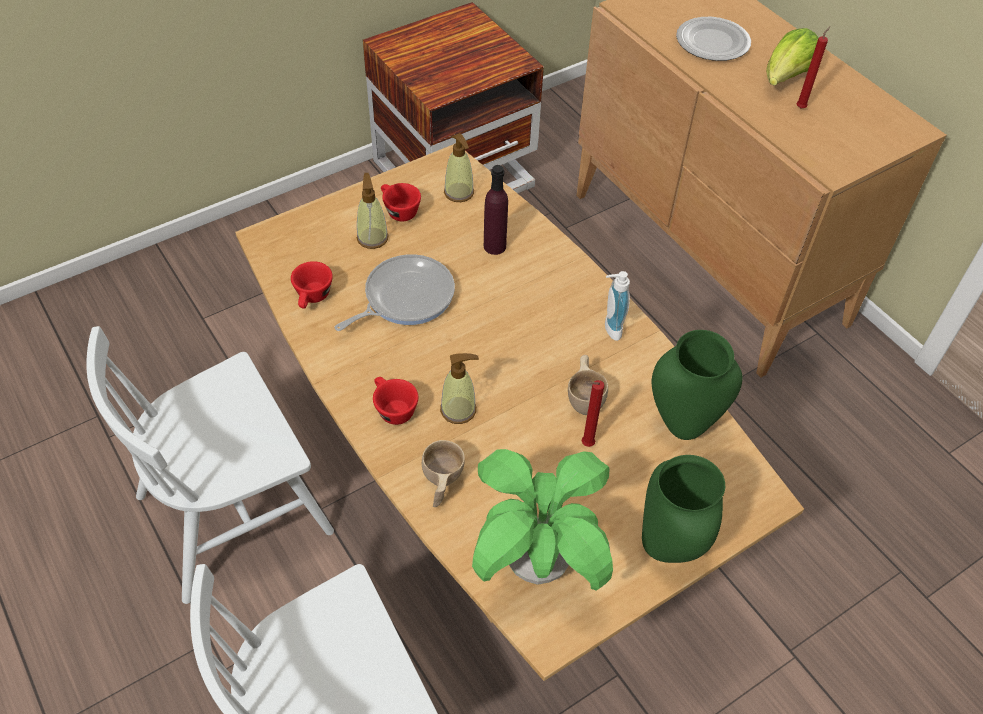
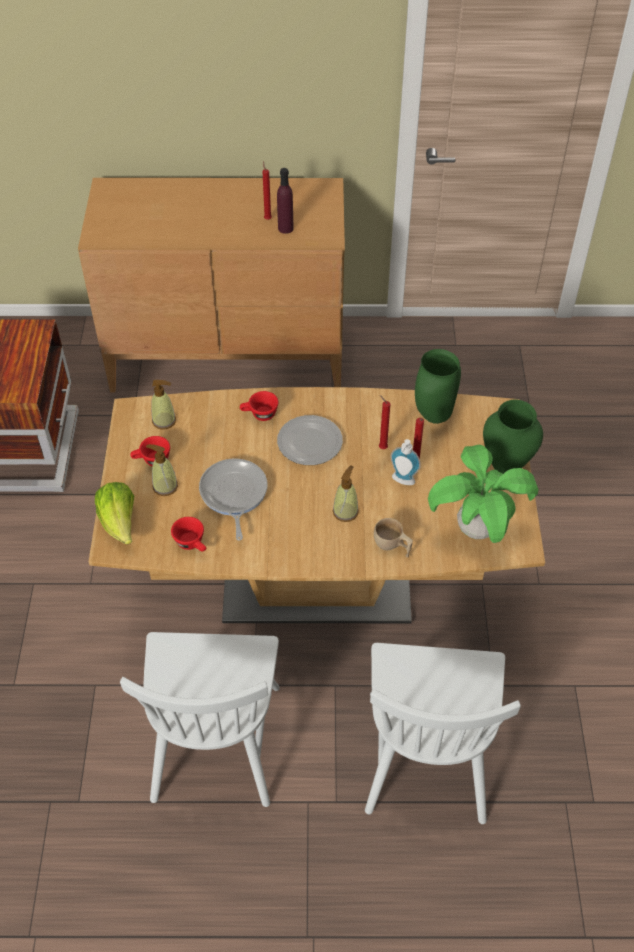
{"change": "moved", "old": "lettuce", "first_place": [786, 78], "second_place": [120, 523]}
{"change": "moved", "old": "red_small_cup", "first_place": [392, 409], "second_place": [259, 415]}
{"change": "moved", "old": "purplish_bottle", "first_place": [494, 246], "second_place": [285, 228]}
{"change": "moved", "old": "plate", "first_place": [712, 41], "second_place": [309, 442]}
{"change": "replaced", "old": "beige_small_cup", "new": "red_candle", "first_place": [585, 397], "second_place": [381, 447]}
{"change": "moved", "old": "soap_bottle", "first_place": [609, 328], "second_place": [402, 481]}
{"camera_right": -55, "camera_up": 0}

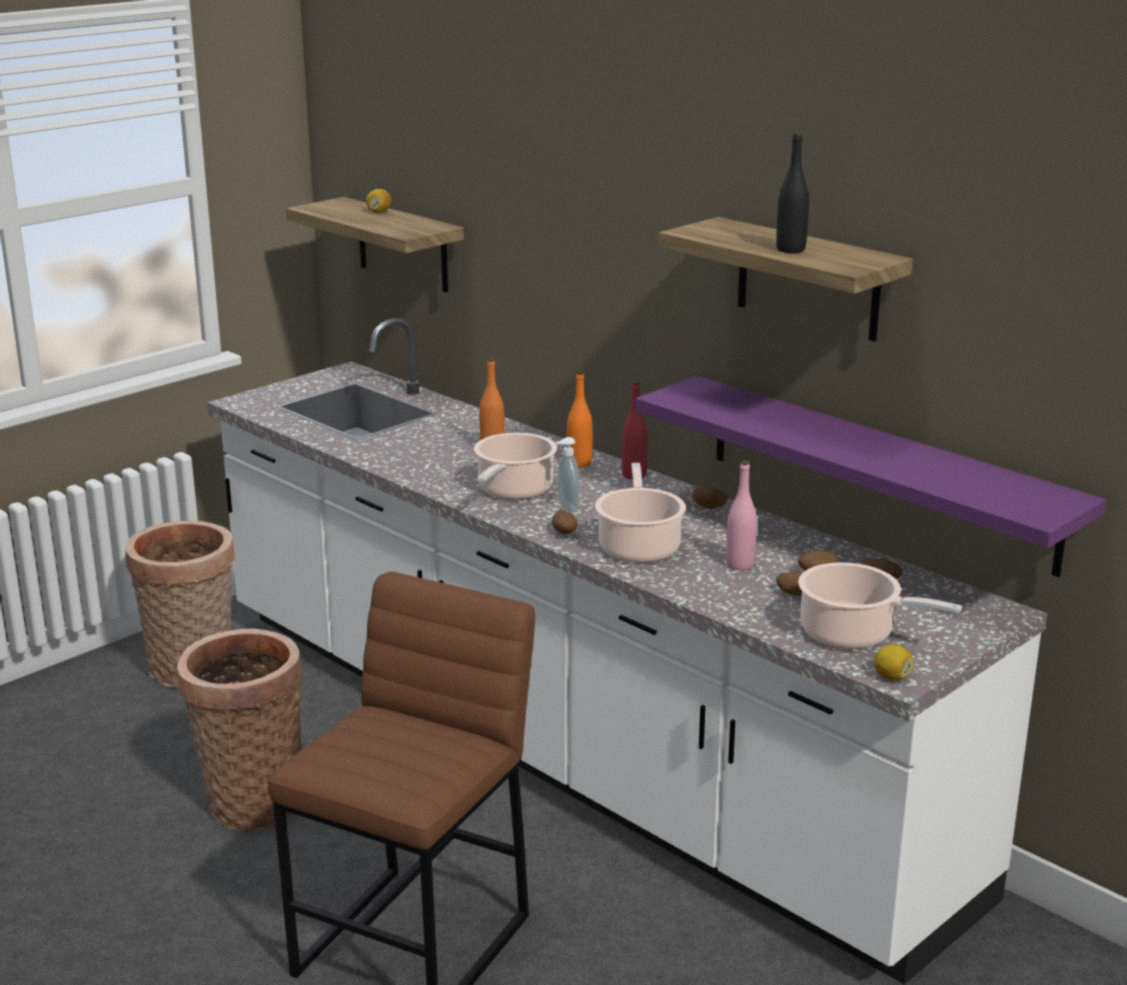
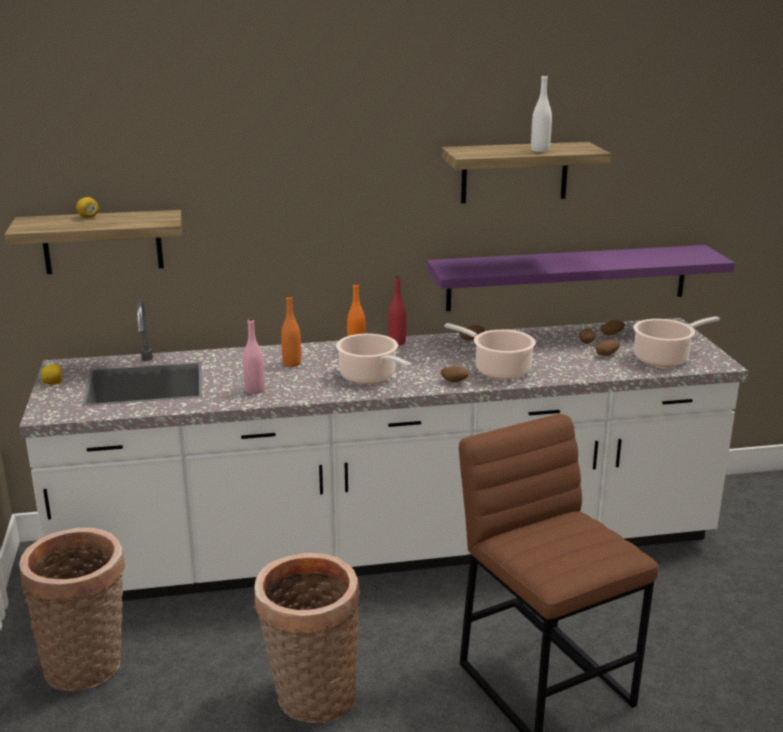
{"change": "moved", "old": "lemon", "first_place": [892, 677], "second_place": [53, 383]}
{"change": "moved", "old": "pink-coloured_bottle", "first_place": [739, 565], "second_place": [255, 390]}
{"change": "recoloured", "old": "blackish_bottle", "new": "white_bottle", "first_place": [790, 249], "second_place": [540, 150]}
{"change": "removed", "old": "soap_bottle", "first_place": [566, 508]}
{"camera_right": -55, "camera_up": 0}

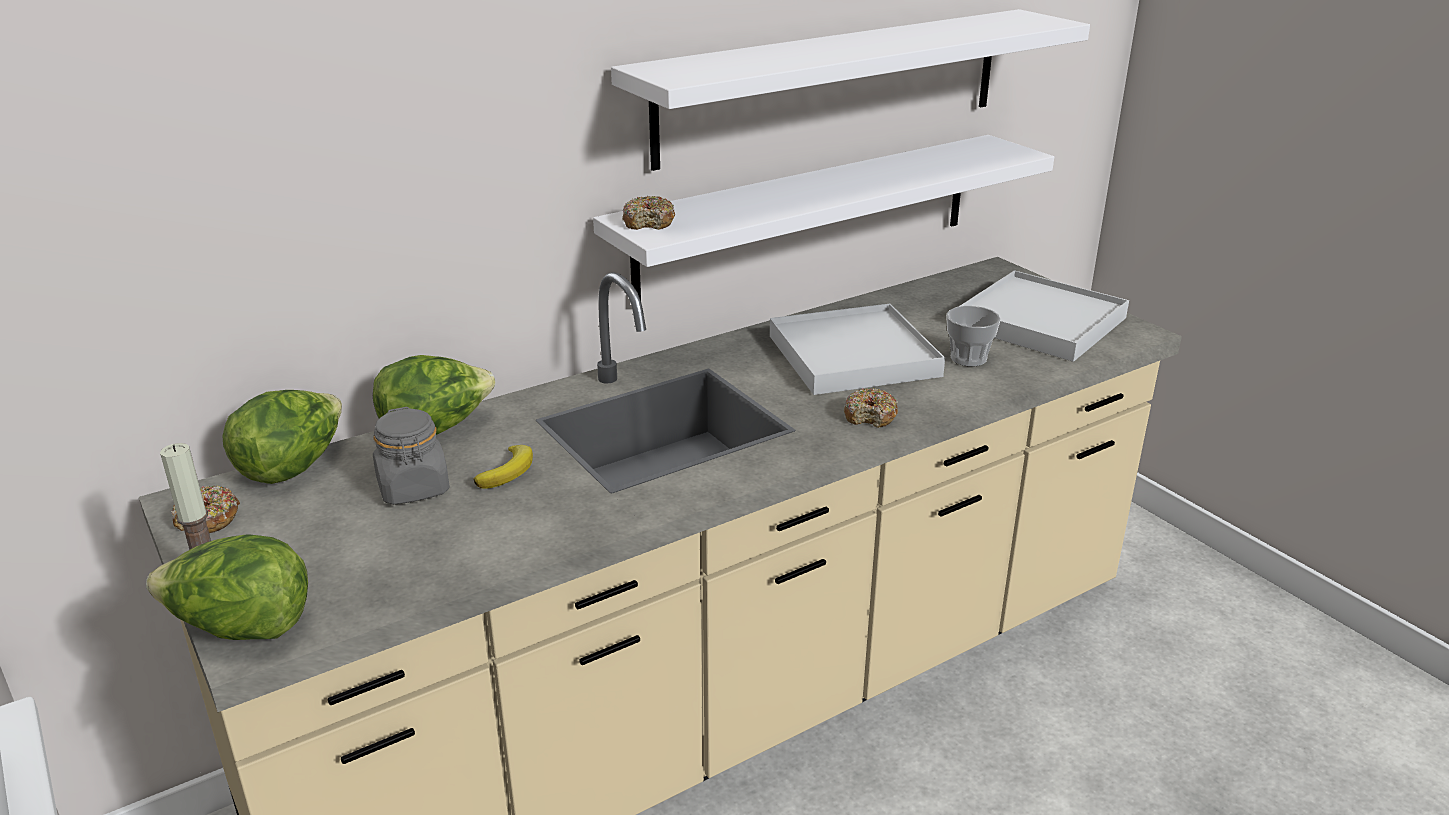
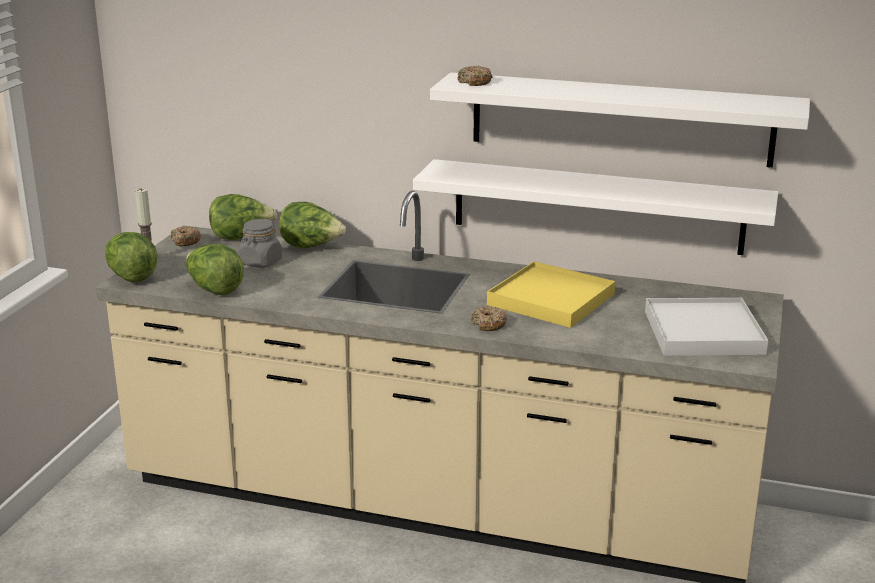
{"change": "added", "new": "lettuce", "second_place": [214, 289]}
{"change": "moved", "old": "ring_doughnut", "first_place": [649, 222], "second_place": [475, 82]}
{"change": "recoloured", "old": "white_serving_tray", "new": "yellow_serving_tray", "first_place": [853, 356], "second_place": [550, 299]}
{"change": "removed", "old": "banana_fruit", "first_place": [508, 471]}
{"change": "removed", "old": "small_cup", "first_place": [968, 358]}
{"camera_right": 50, "camera_up": -5}

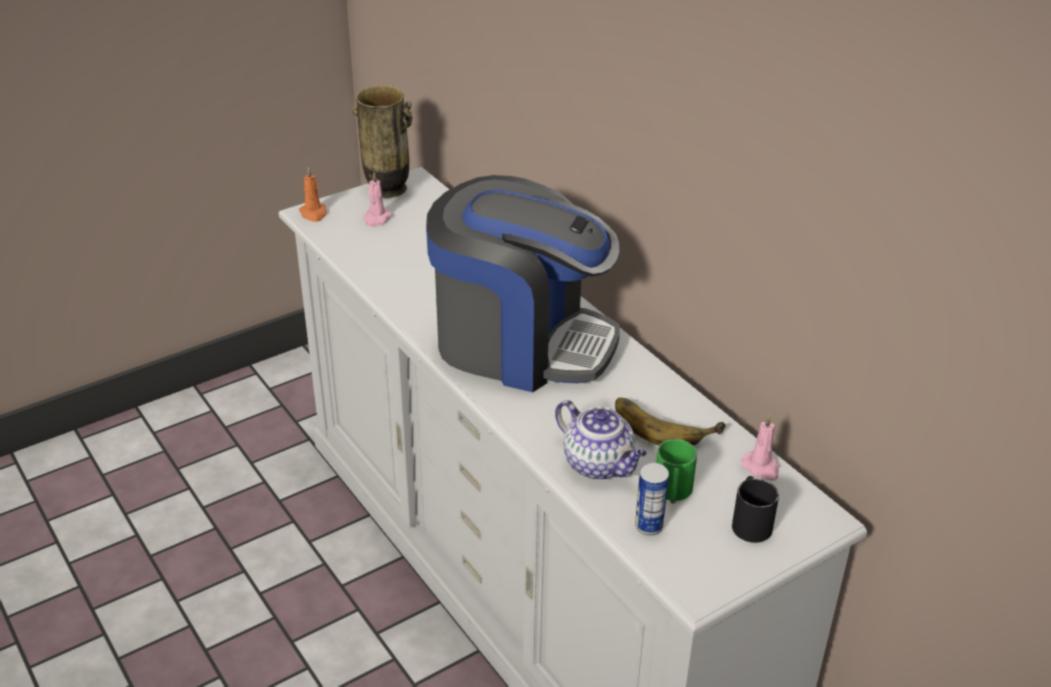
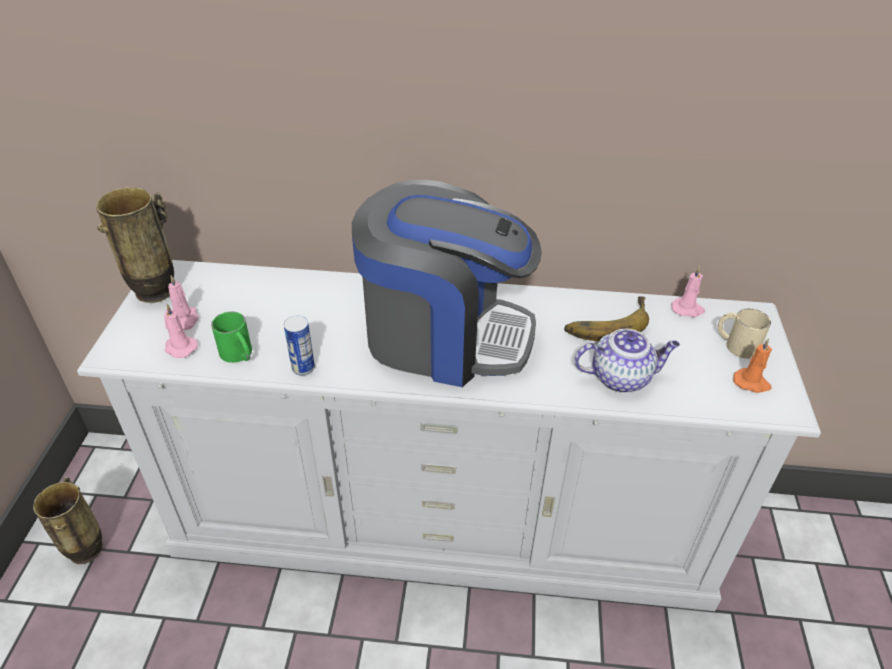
{"change": "added", "new": "decorative_vase", "second_place": [87, 550]}
{"change": "added", "new": "pink-coloured_candle", "second_place": [180, 347]}
{"change": "moved", "old": "green-coloured_coffee_mug", "first_place": [673, 493], "second_place": [239, 355]}
{"change": "moved", "old": "metal_can", "first_place": [648, 526], "second_place": [303, 368]}
{"change": "turned", "old": "coffee_maker", "first_place": [521, 343], "second_place": [444, 336], "degrees": 45}
{"change": "recoloured", "old": "blackish_coffee_mug", "new": "beige_coffee_mug", "first_place": [750, 521], "second_place": [735, 344]}
{"change": "moved", "old": "orange_candle", "first_place": [313, 213], "second_place": [751, 383]}
{"camera_right": -50, "camera_up": 5}

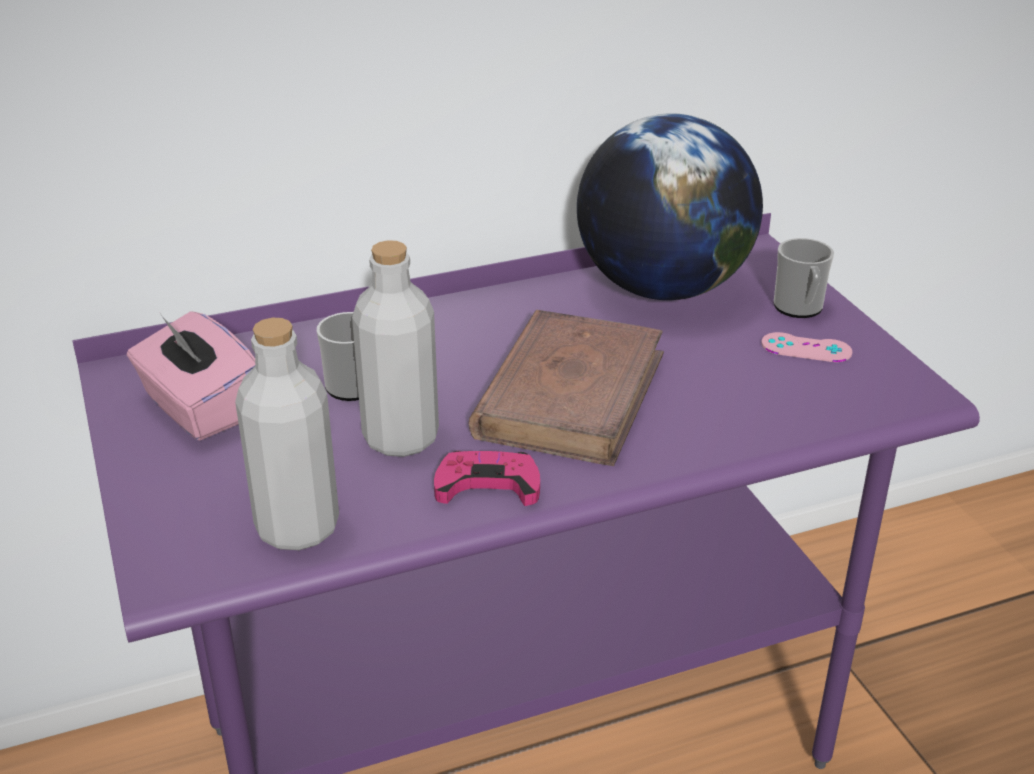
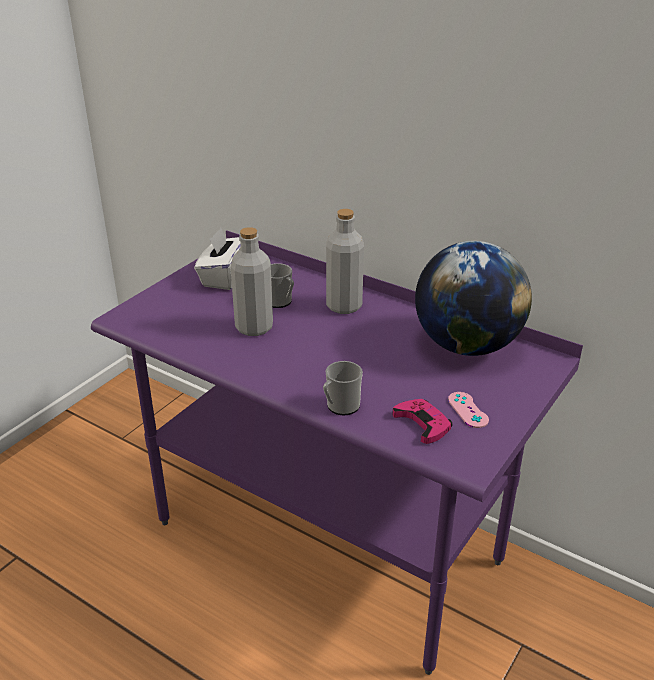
{"change": "recoloured", "old": "pink-coloured_tissue_holder", "new": "white_tissue_holder", "first_place": [199, 408], "second_place": [224, 277]}
{"change": "moved", "old": "coffee_mug", "first_place": [799, 309], "second_place": [340, 407]}
{"change": "moved", "old": "grey_bottle", "first_place": [297, 527], "second_place": [344, 306]}
{"change": "moved", "old": "pink-coloured_game_controller", "first_place": [488, 485], "second_place": [423, 424]}
{"change": "removed", "old": "brown_book", "first_place": [570, 395]}
{"camera_right": 55, "camera_up": 0}

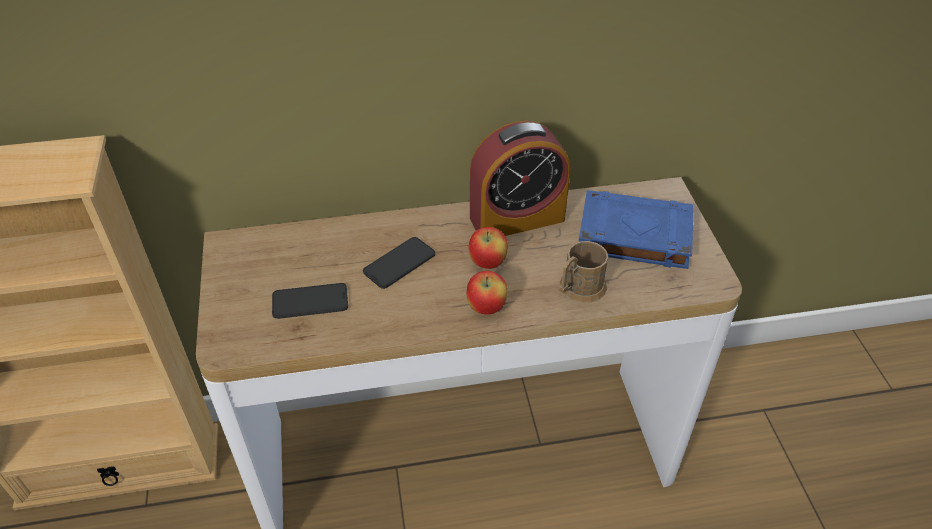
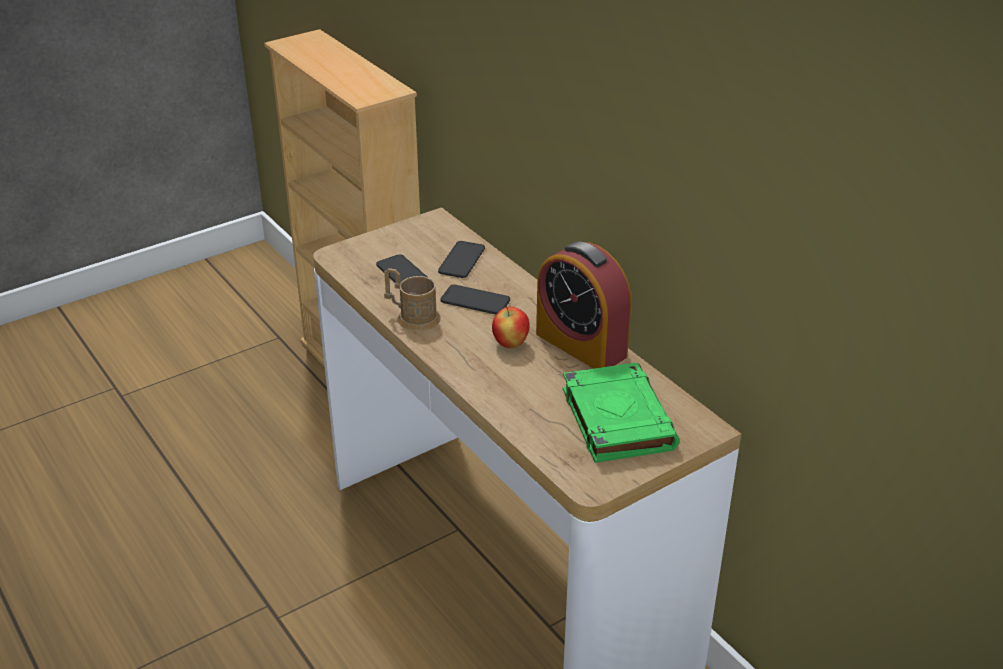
{"change": "moved", "old": "brown_coffee_mug", "first_place": [578, 289], "second_place": [412, 317]}
{"change": "added", "new": "phone", "second_place": [461, 260]}
{"change": "recoloured", "old": "blue_book", "new": "green-coloured_book", "first_place": [632, 235], "second_place": [616, 418]}
{"change": "removed", "old": "whole_apple", "first_place": [486, 307]}
{"camera_right": 65, "camera_up": -10}

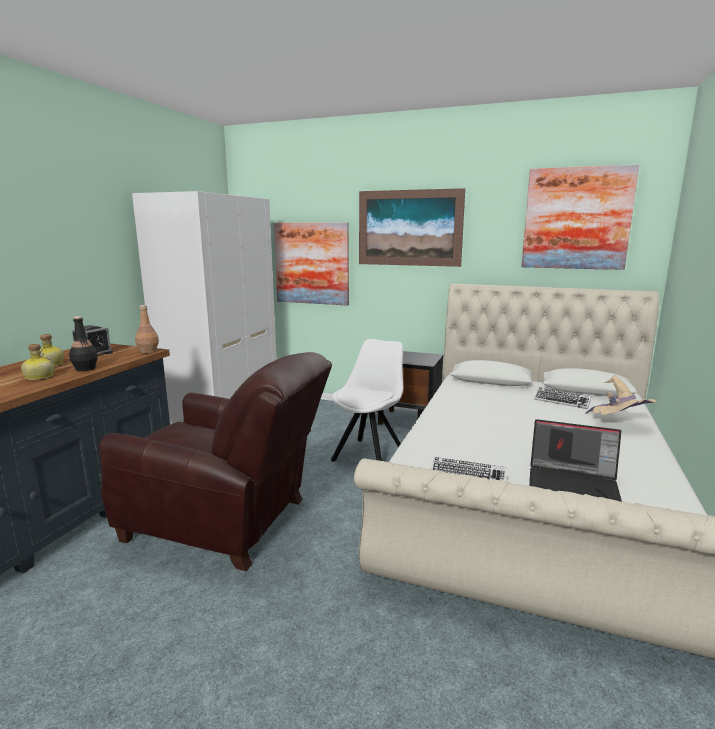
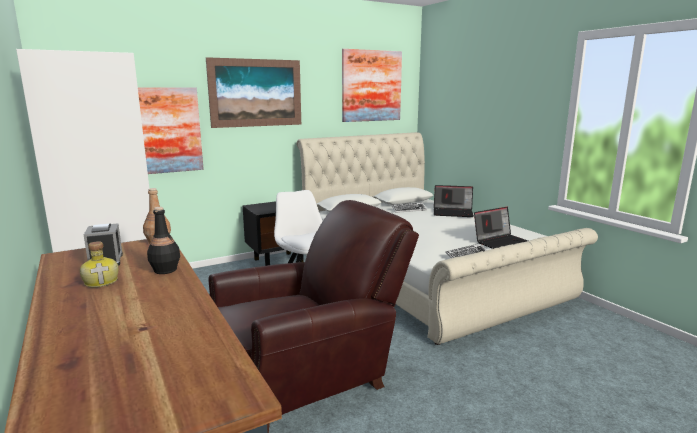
{"change": "replaced", "old": "beige_hat", "new": "notebook_computer", "first_place": [618, 423], "second_place": [453, 212]}
{"change": "removed", "old": "bottle", "first_place": [39, 377]}
{"camera_right": -50, "camera_up": 0}

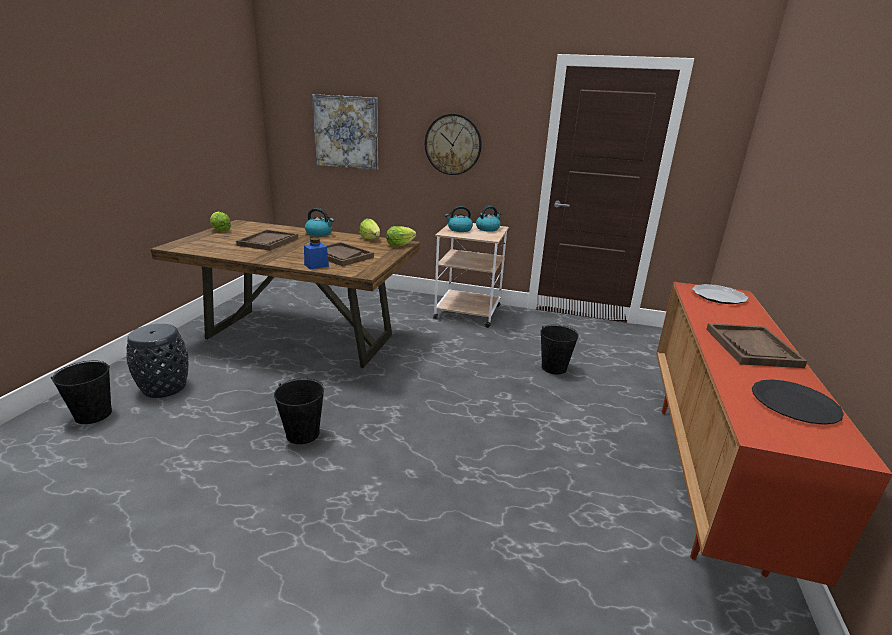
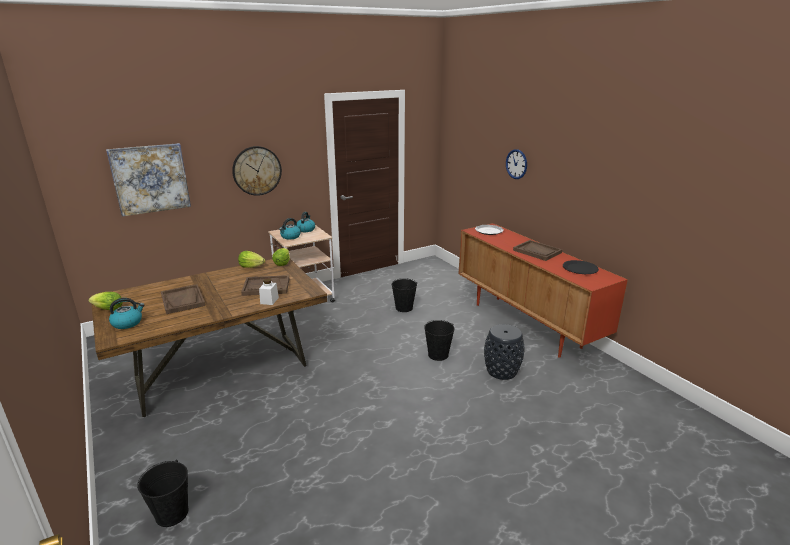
{"change": "moved", "old": "tea_kettle", "first_place": [319, 233], "second_place": [128, 323]}
{"change": "recoloured", "old": "blue_jar", "new": "white_jar", "first_place": [316, 265], "second_place": [269, 300]}
{"change": "moved", "old": "blackish_bucket", "first_place": [302, 434], "second_place": [438, 355]}
{"change": "moved", "old": "blackish_stool_seat", "first_place": [164, 387], "second_place": [501, 371]}
{"change": "added", "new": "clock_on_the_wall", "second_place": [516, 164]}
{"camera_right": -45, "camera_up": 0}

